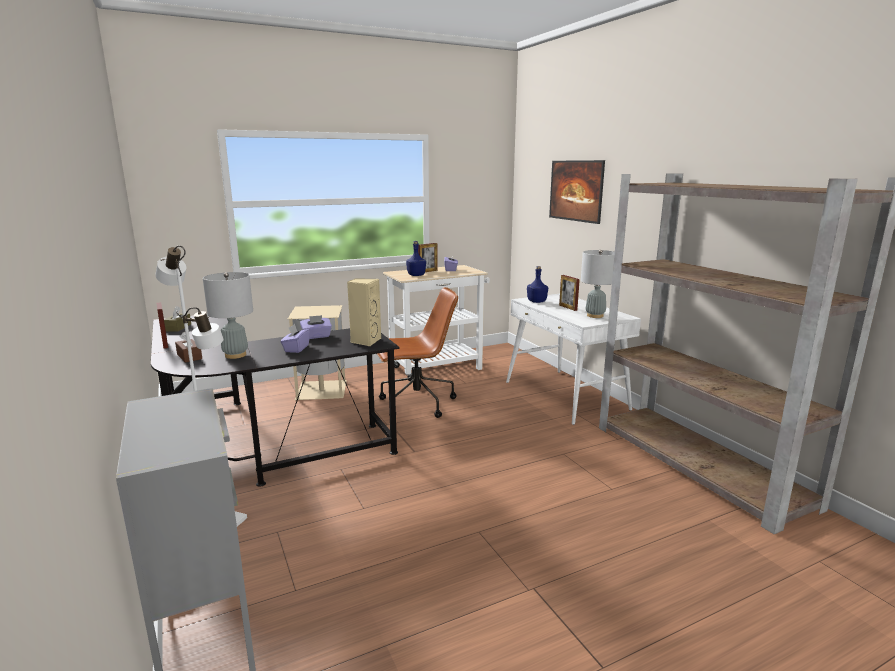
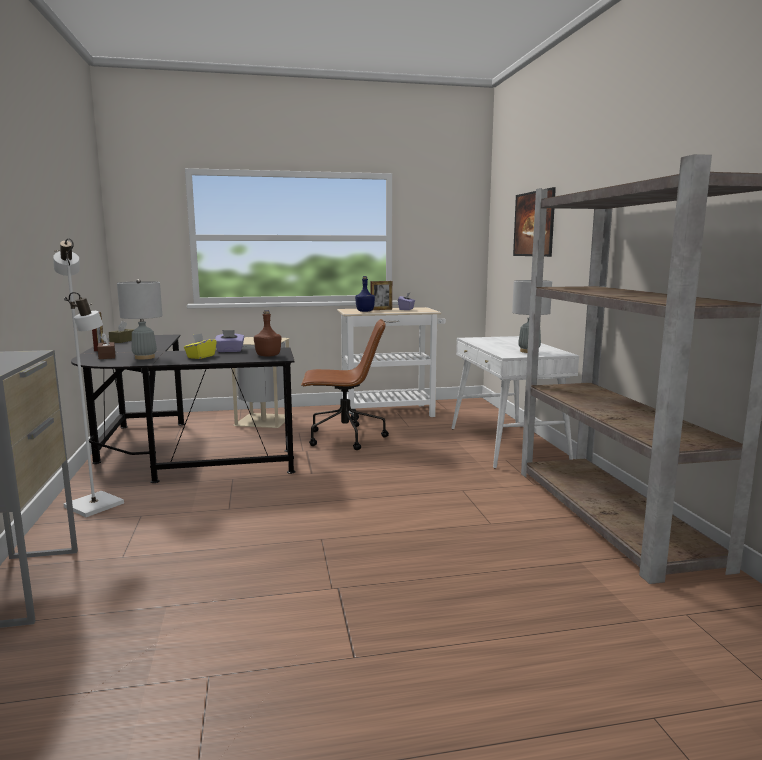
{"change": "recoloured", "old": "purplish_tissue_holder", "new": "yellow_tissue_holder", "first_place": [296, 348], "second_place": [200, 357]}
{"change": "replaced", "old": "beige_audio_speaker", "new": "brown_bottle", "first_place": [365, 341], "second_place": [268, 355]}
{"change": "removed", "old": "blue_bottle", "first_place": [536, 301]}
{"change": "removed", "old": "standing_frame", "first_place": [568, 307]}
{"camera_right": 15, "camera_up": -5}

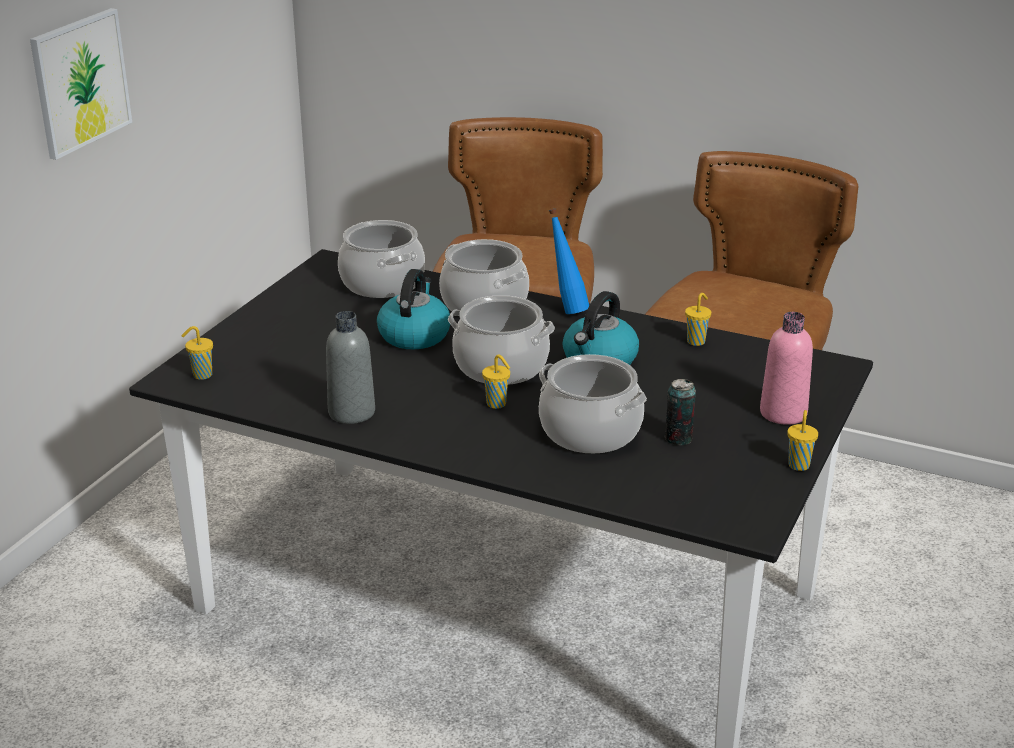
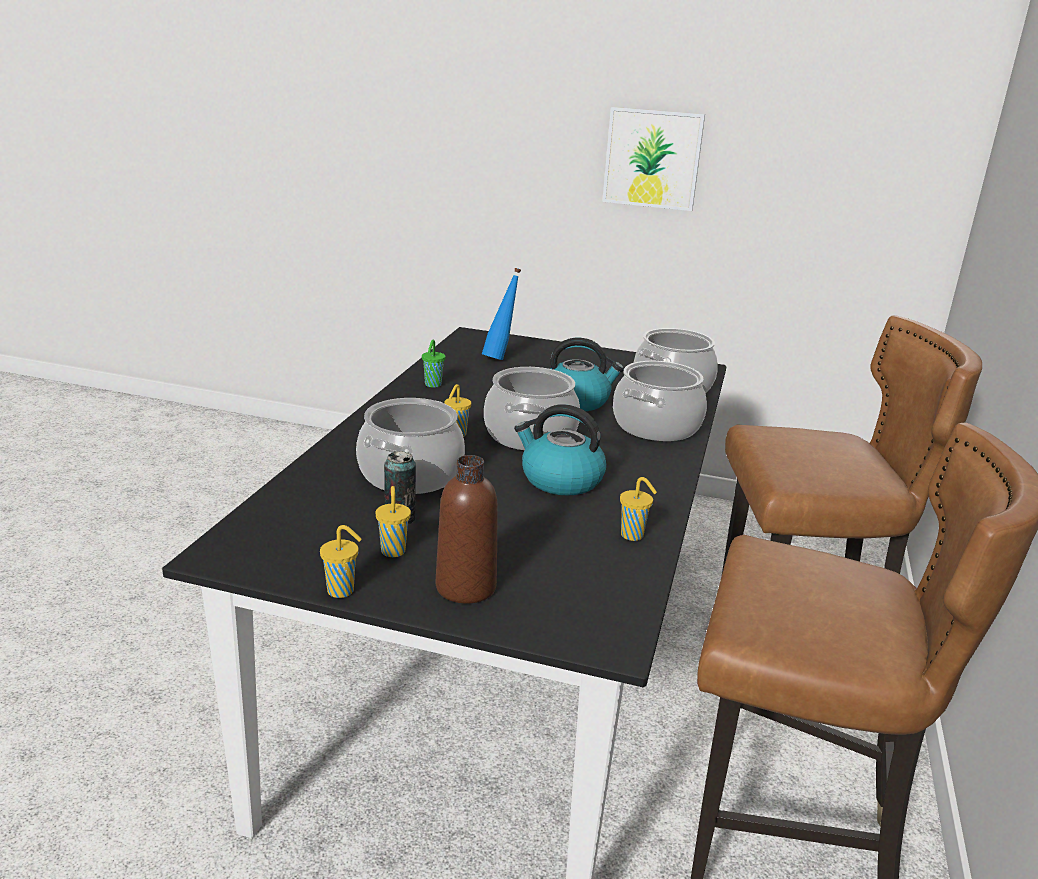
{"change": "moved", "old": "yellow_small_cup", "first_place": [201, 375], "second_place": [393, 550]}
{"change": "replaced", "old": "grey_bottle", "new": "green-coloured_small_cup", "first_place": [351, 412], "second_place": [432, 385]}
{"change": "recoloured", "old": "pink-coloured_bottle", "new": "brown_bottle", "first_place": [783, 413], "second_place": [465, 587]}
{"change": "moved", "old": "blue_bottle", "first_place": [566, 309], "second_place": [500, 357]}
{"camera_right": 80, "camera_up": -5}

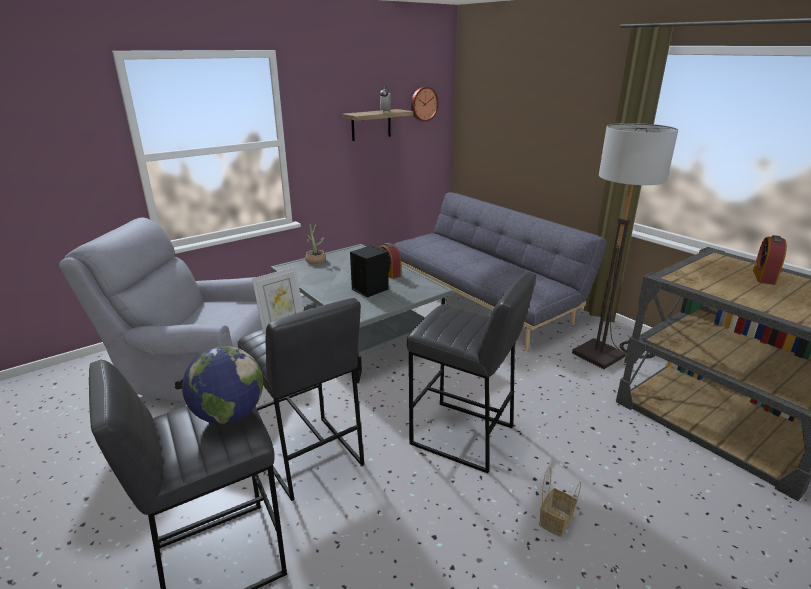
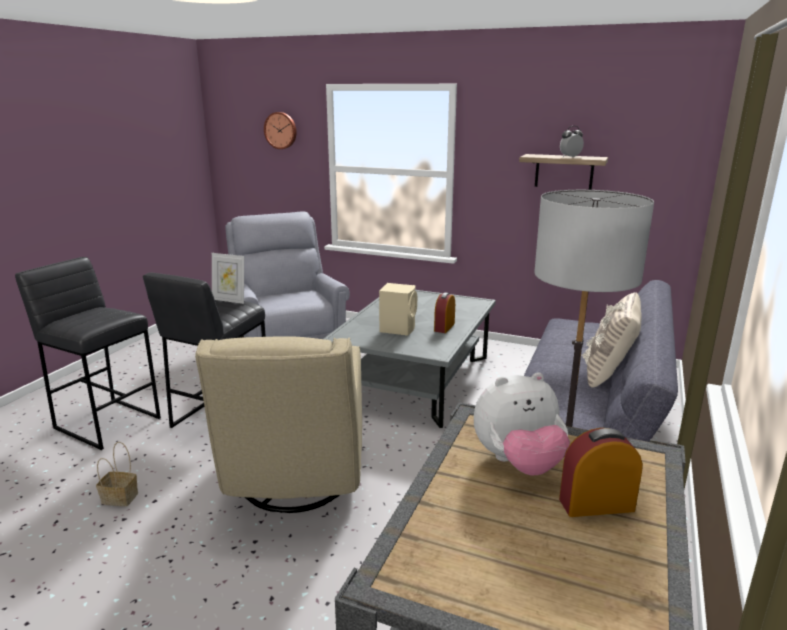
{"change": "moved", "old": "household_basket", "first_place": [555, 520], "second_place": [121, 497]}
{"change": "replaced", "old": "grey_stool_seat", "new": "beige_armchair", "first_place": [464, 436], "second_place": [295, 481]}
{"change": "moved", "old": "clock_on_the_wall", "first_place": [423, 104], "second_place": [281, 130]}
{"change": "recoloured", "old": "blackish_audio_speaker", "new": "beige_audio_speaker", "first_place": [369, 289], "second_place": [398, 329]}
{"change": "added", "new": "soft_toy", "second_place": [518, 463]}
{"change": "added", "new": "beige_pillow", "second_place": [606, 373]}
{"change": "removed", "old": "globe", "first_place": [229, 415]}
{"change": "removed", "old": "plant_in_a_pot", "first_place": [315, 260]}
{"camera_right": 60, "camera_up": -5}

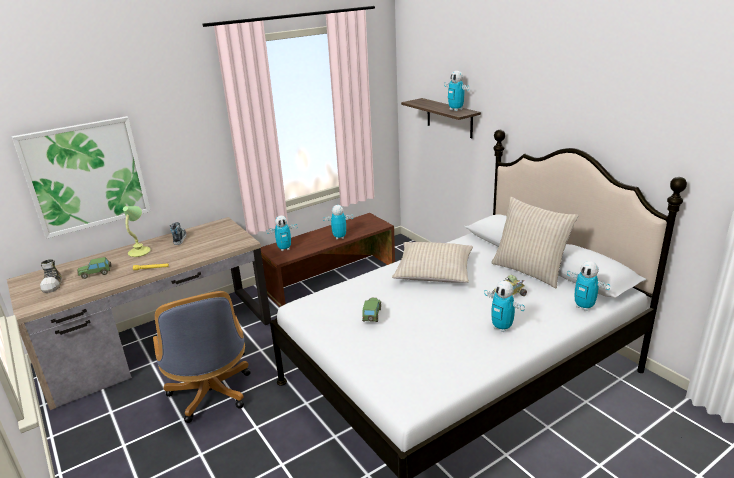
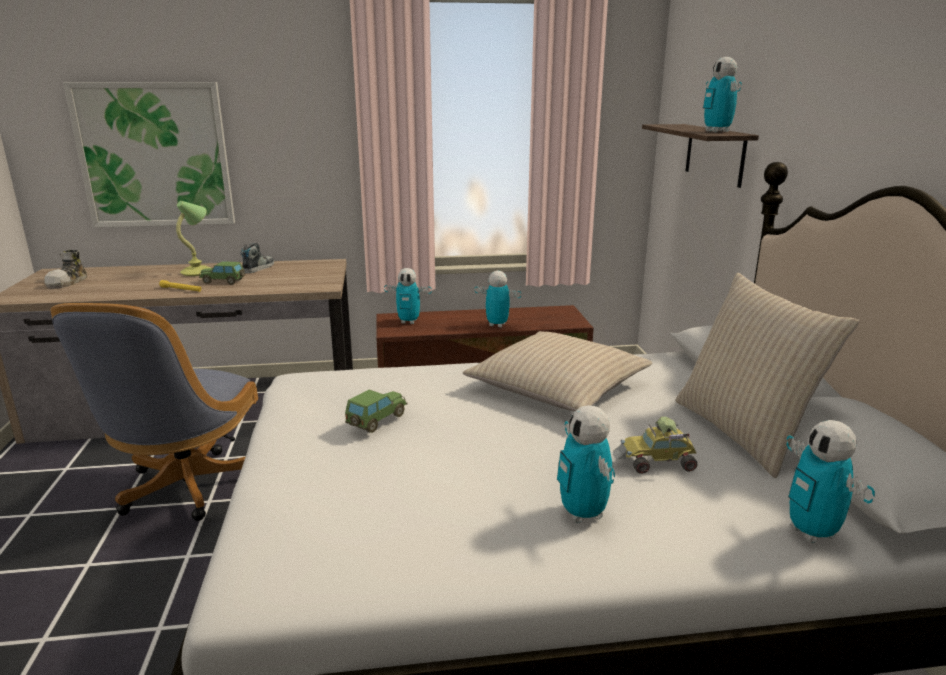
{"change": "moved", "old": "model_car", "first_place": [96, 273], "second_place": [223, 281]}
{"camera_right": 25, "camera_up": -5}

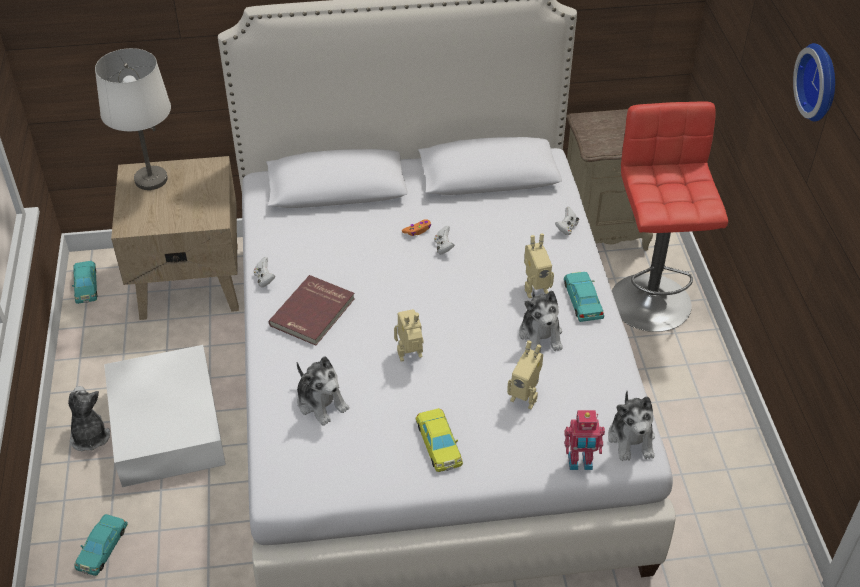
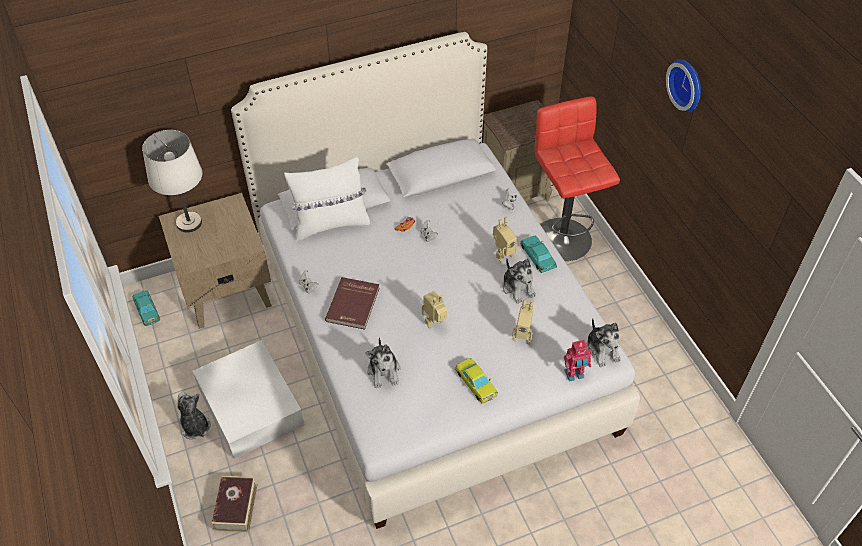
{"change": "replaced", "old": "turquoise_model_car", "new": "book", "first_place": [101, 547], "second_place": [235, 507]}
{"change": "added", "new": "white_pillow", "second_place": [331, 224]}
{"change": "turned", "old": "soft_toy", "first_place": [321, 402], "second_place": [384, 371], "degrees": 45}
{"camera_right": -15, "camera_up": 5}

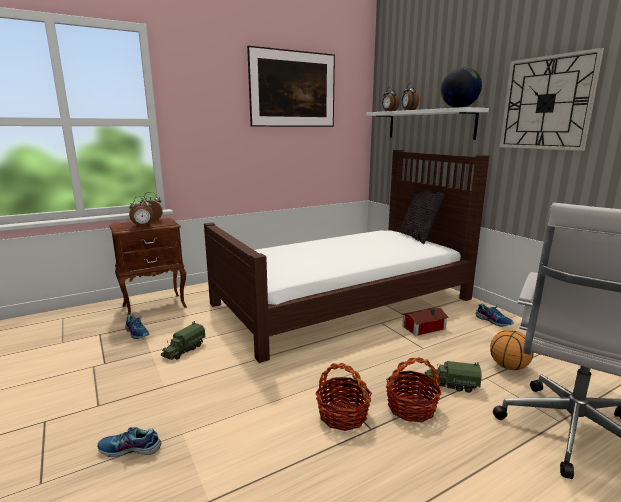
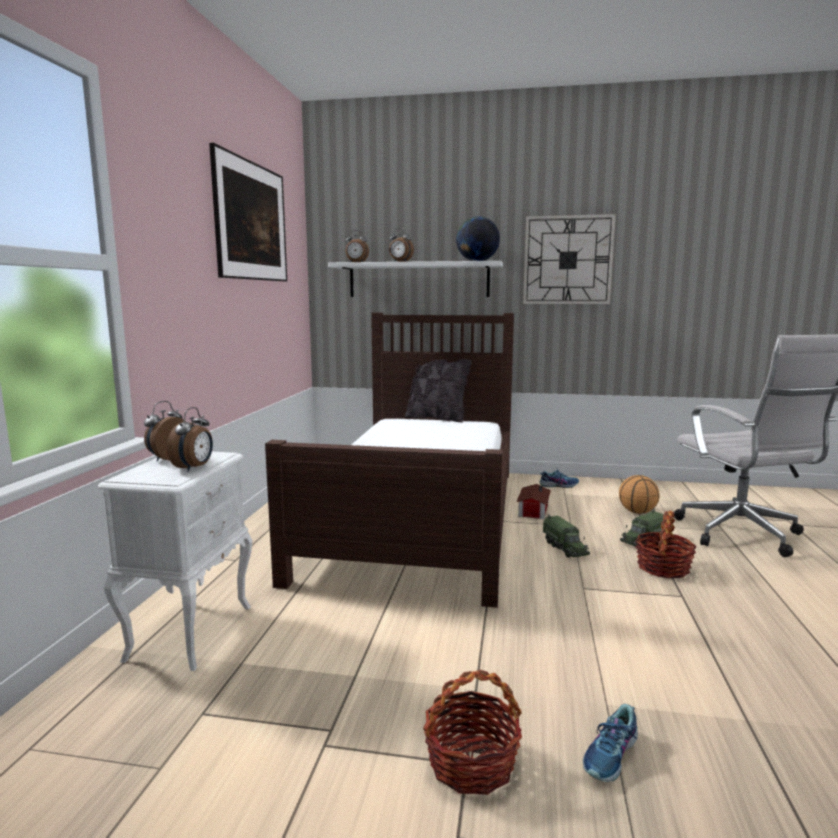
{"change": "recoloured", "old": "brown_nightstand", "new": "white_nightstand", "first_place": [155, 306], "second_place": [190, 632]}
{"change": "moved", "old": "household_basket", "first_place": [342, 415], "second_place": [471, 763]}
{"change": "moved", "old": "model_truck", "first_place": [184, 350], "second_place": [565, 548]}
{"change": "removed", "old": "item_of_footwear", "first_place": [137, 332]}
{"camera_right": -50, "camera_up": -5}

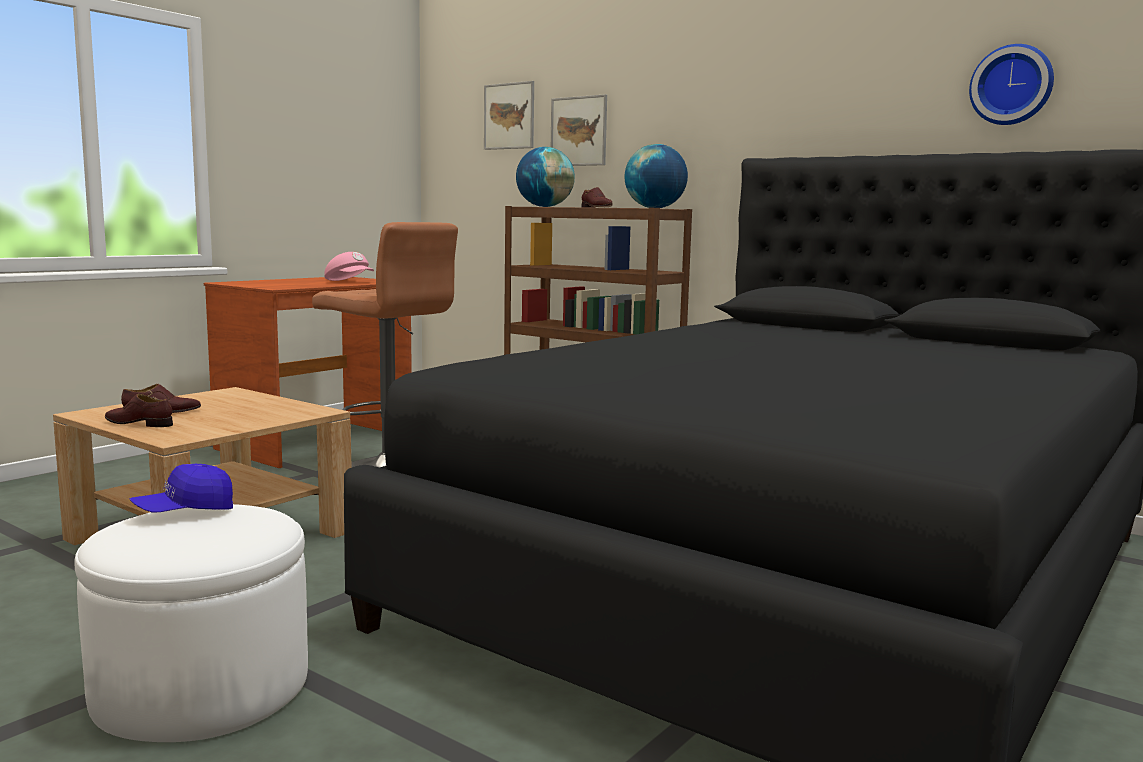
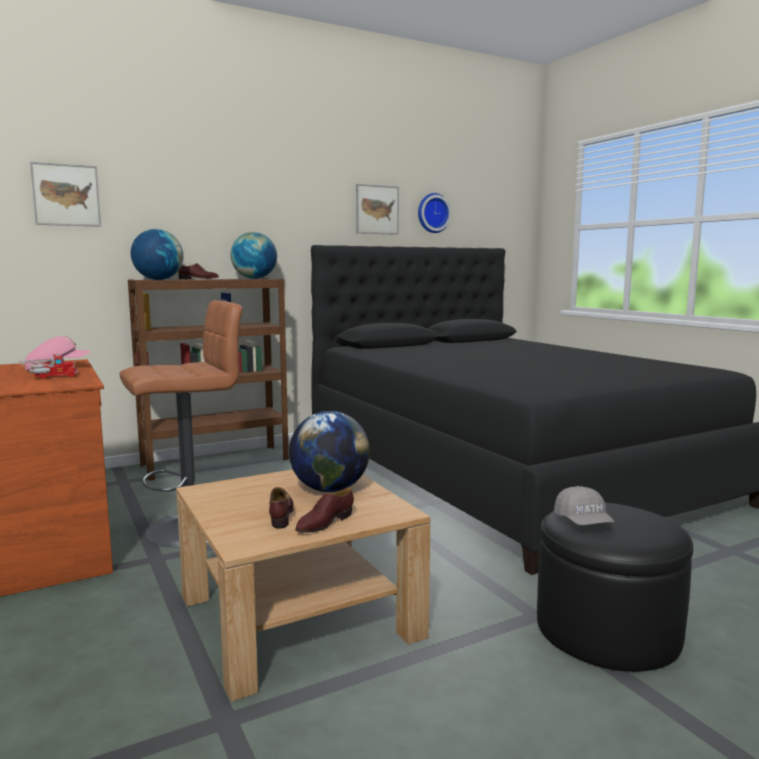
{"change": "added", "new": "model_truck", "second_place": [49, 376]}
{"change": "added", "new": "globe", "second_place": [329, 489]}
{"change": "moved", "old": "picture", "first_place": [578, 131], "second_place": [377, 209]}
{"change": "recoloured", "old": "white_pouffe", "new": "blackish_pouffe", "first_place": [202, 687], "second_place": [607, 629]}
{"change": "recoloured", "old": "blue_baseball_cap", "new": "grey_baseball_cap", "first_place": [185, 512], "second_place": [583, 522]}
{"camera_right": -65, "camera_up": 0}

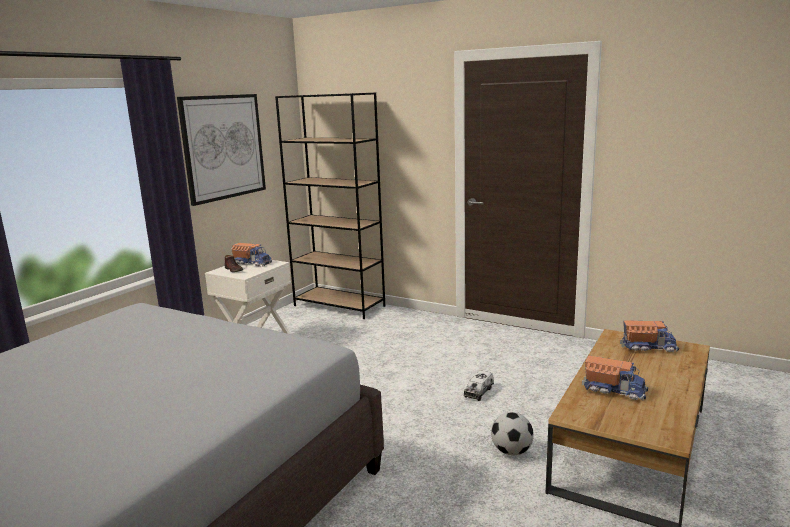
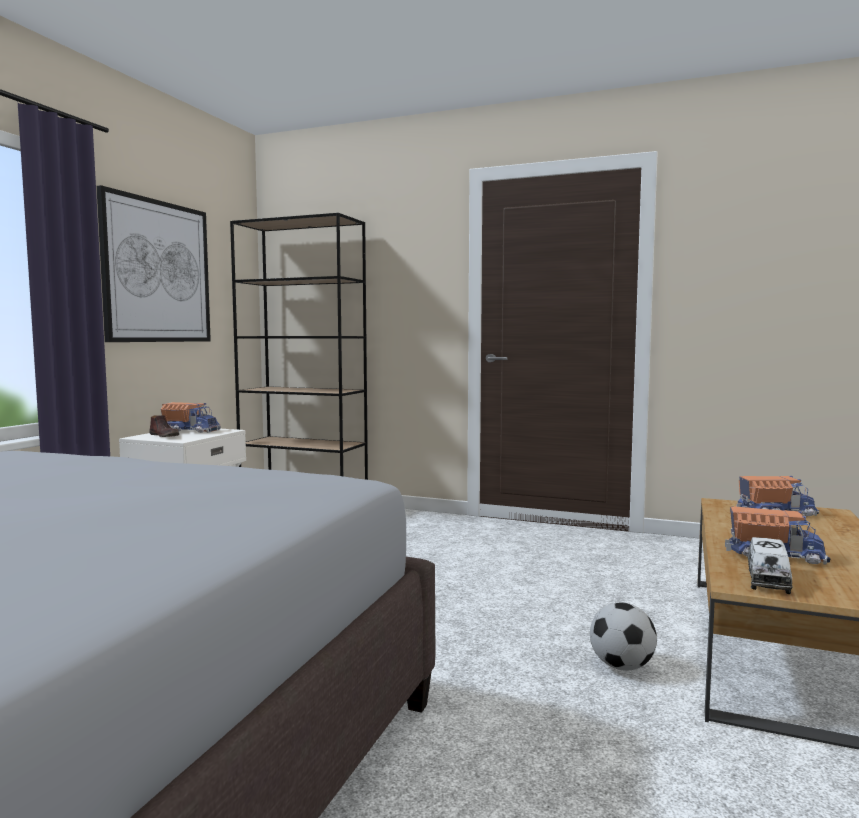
{"change": "moved", "old": "model_truck", "first_place": [479, 392], "second_place": [768, 579]}
{"camera_right": -10, "camera_up": -10}

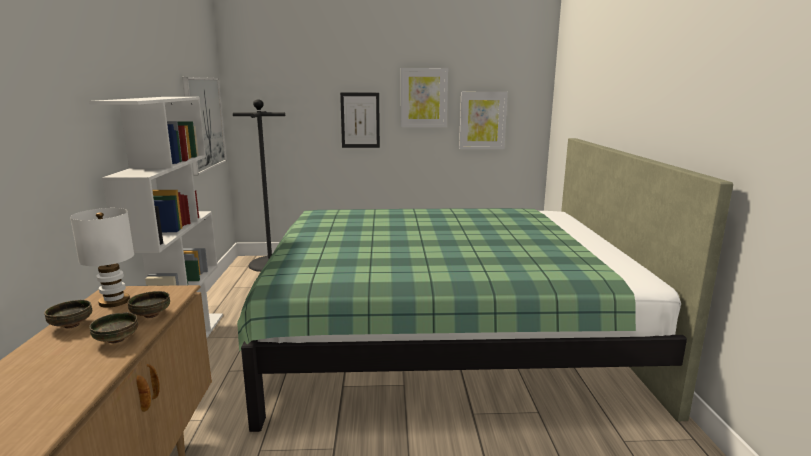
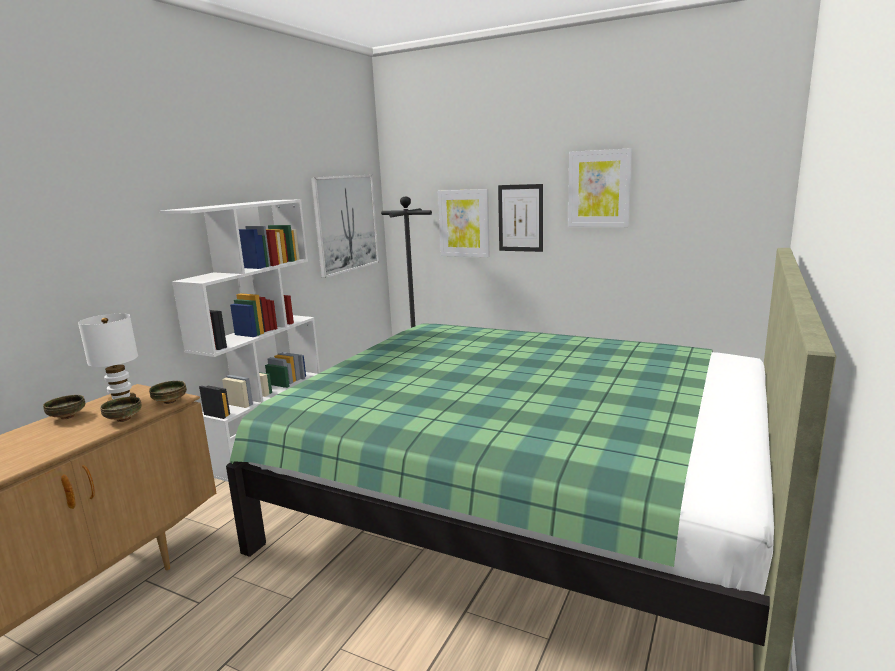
{"change": "moved", "old": "deep_dish", "first_place": [117, 340], "second_place": [170, 401]}
{"change": "moved", "old": "picture", "first_place": [482, 120], "second_place": [464, 223]}
{"camera_right": 30, "camera_up": 0}

